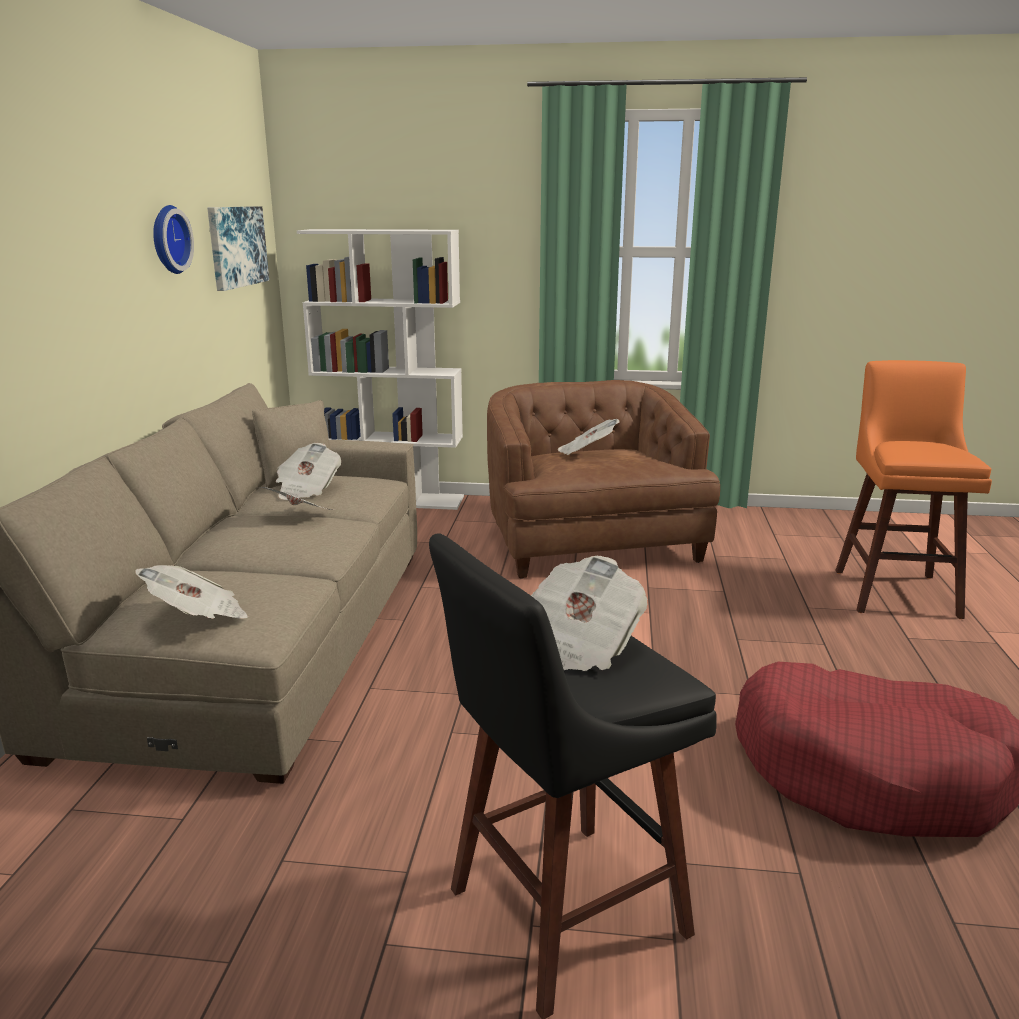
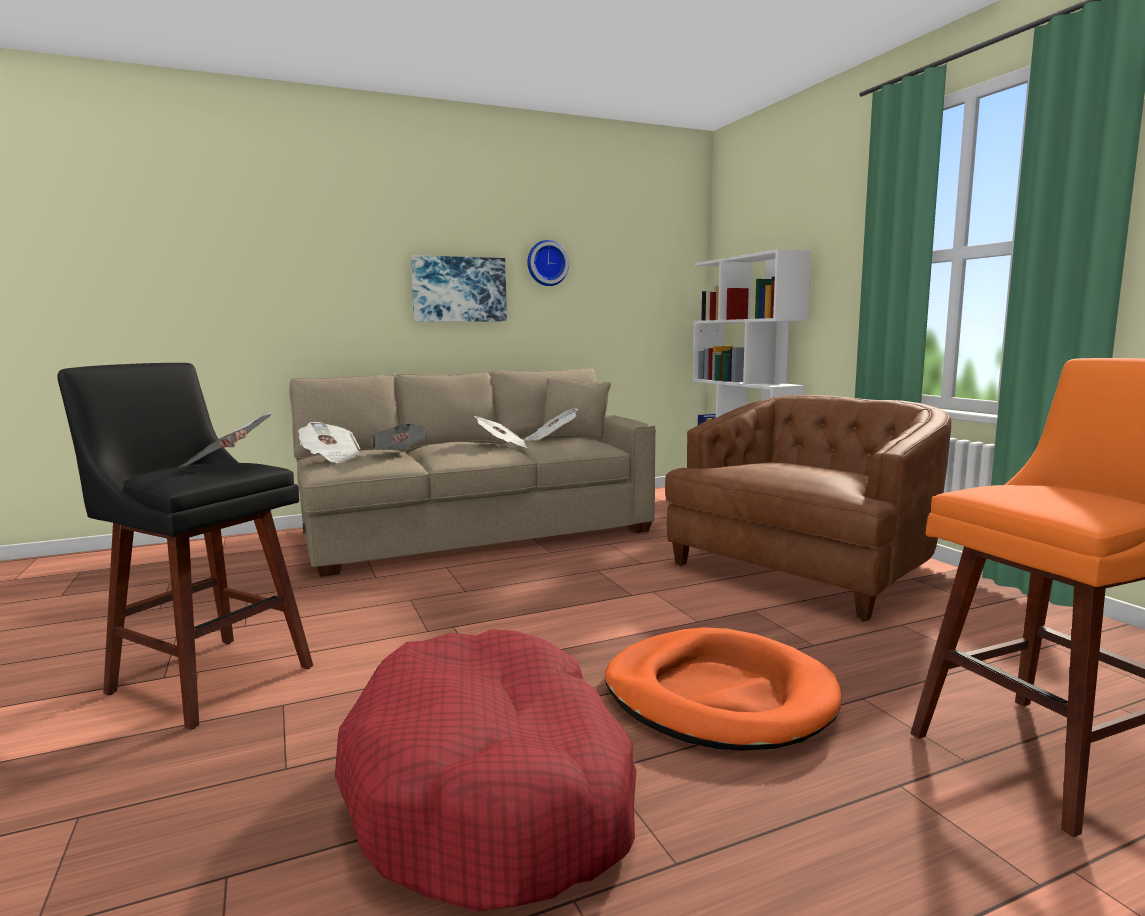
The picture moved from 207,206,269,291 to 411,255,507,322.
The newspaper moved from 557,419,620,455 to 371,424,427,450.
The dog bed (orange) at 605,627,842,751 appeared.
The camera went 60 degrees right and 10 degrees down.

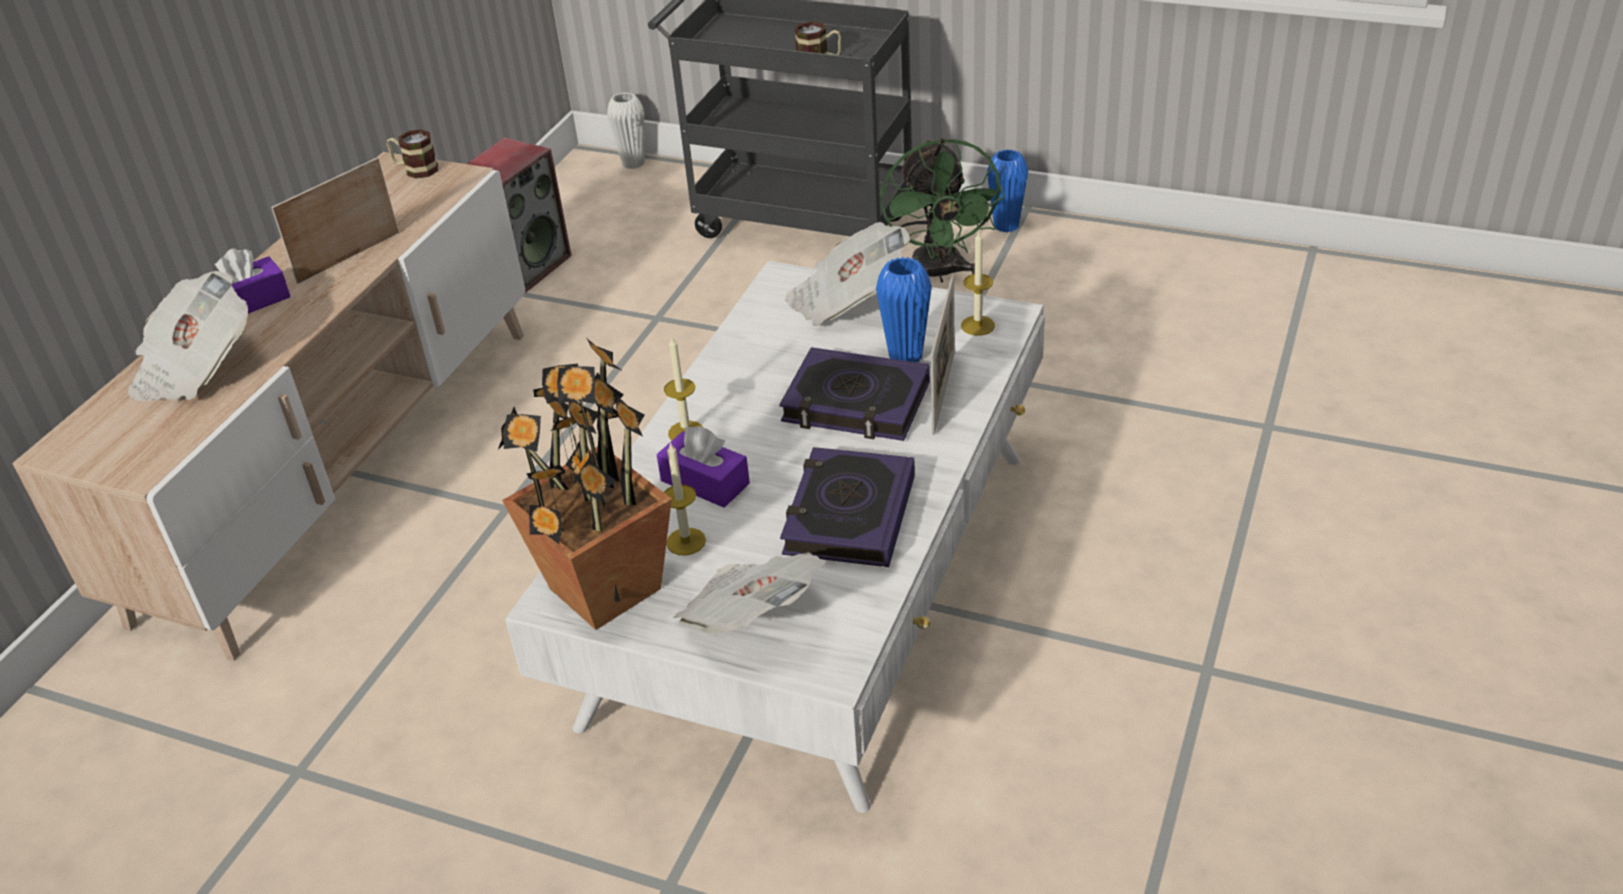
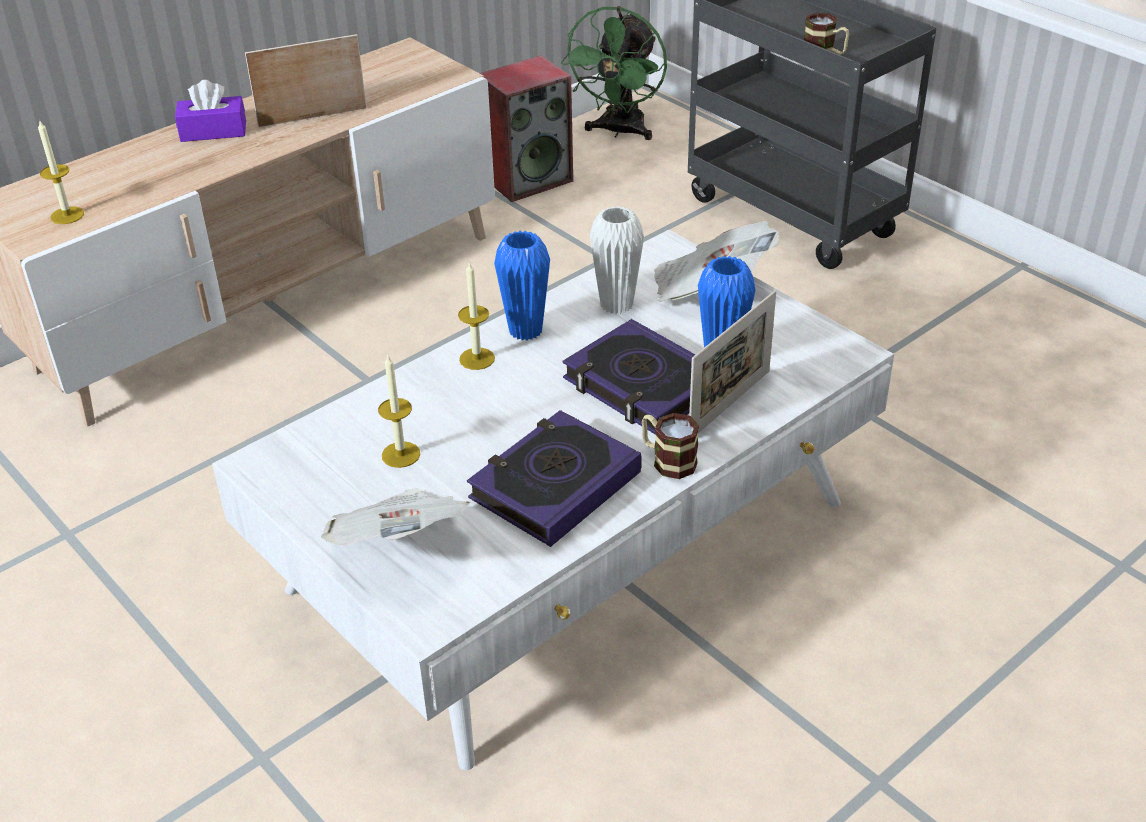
The vase (white) moved from 607,92,645,169 to 590,206,644,314.
The mug moved from 387,129,438,179 to 642,413,699,479.
The fan (green) moved from 880,138,1005,282 to 561,6,667,140.
The vase (blue) moved from 987,149,1028,232 to 494,231,550,340.
The candle moved from 961,230,995,336 to 38,119,84,224.
The newspaper at 128,271,248,401 disappeared.
The potted plant at 498,339,672,630 disappeared.
The tissue box (purple) at 657,426,750,508 disappeared.
The camera went 25 degrees right and 0 degrees up.

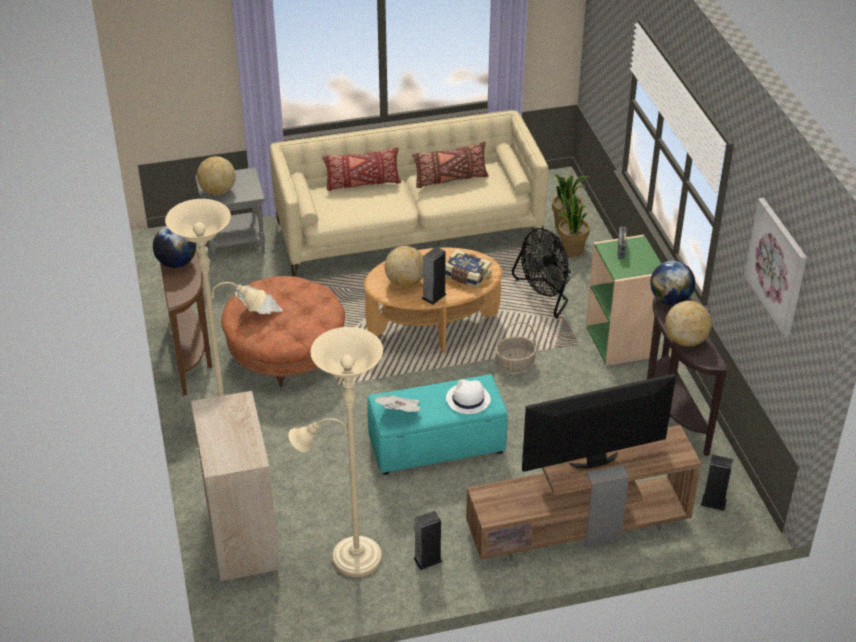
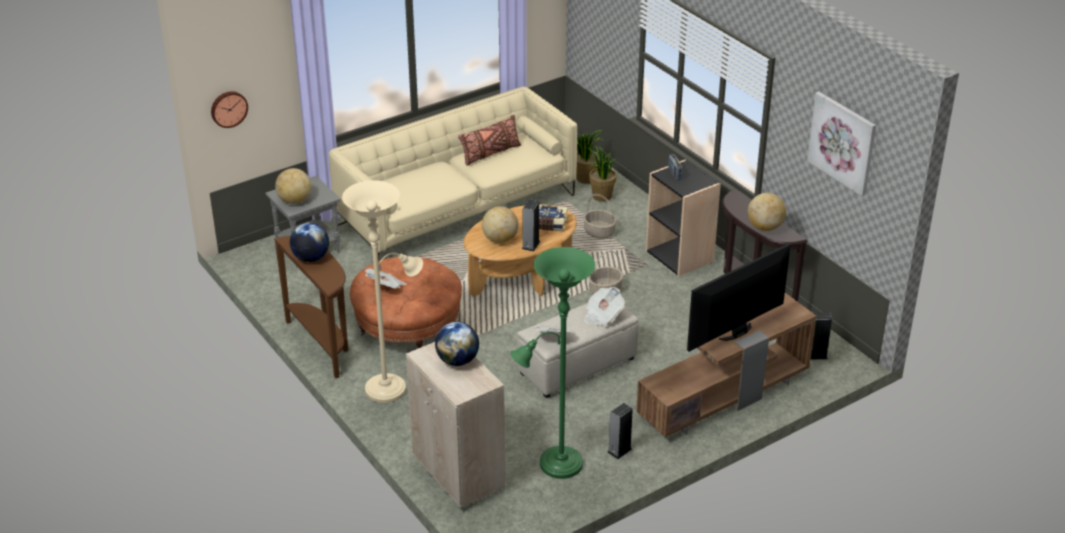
The pillow (red) at 322,147,401,191 disappeared.
The fan (black) at 512,228,571,319 was replaced by the basket at 583,194,617,239.
The bookcase (green) at 586,235,662,366 became the bookcase (black) at 646,159,721,276.
The globe moved from 650,261,695,305 to 435,322,479,366.
The floor lamp (beige) at 288,327,383,577 became the floor lamp (green) at 510,247,595,479.
The ottoman (turquoise) at 367,374,508,475 became the ottoman (beige) at 517,303,638,398.
The hat (white) at 446,379,491,414 was replaced by the newspaper at 584,287,625,327.
The wall clock at 211,91,248,128 appeared.
The camera went 20 degrees left and 5 degrees down.

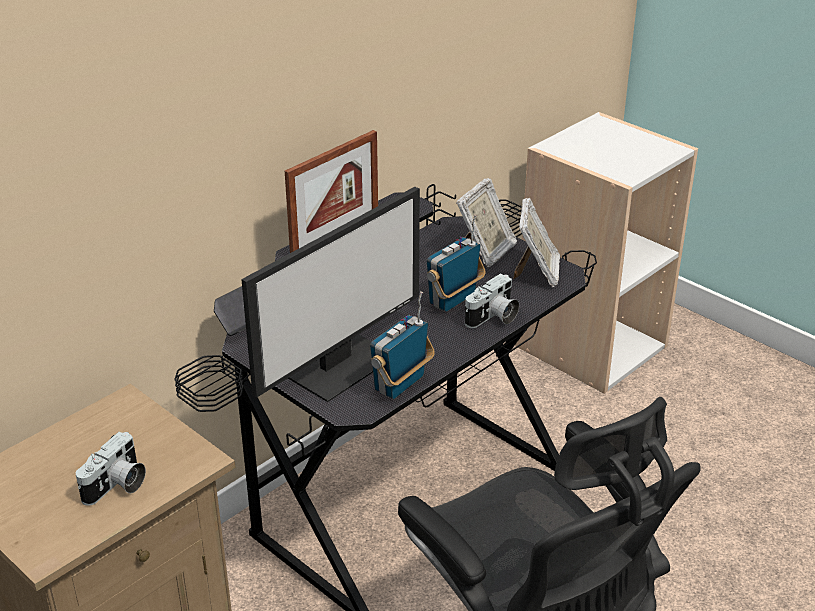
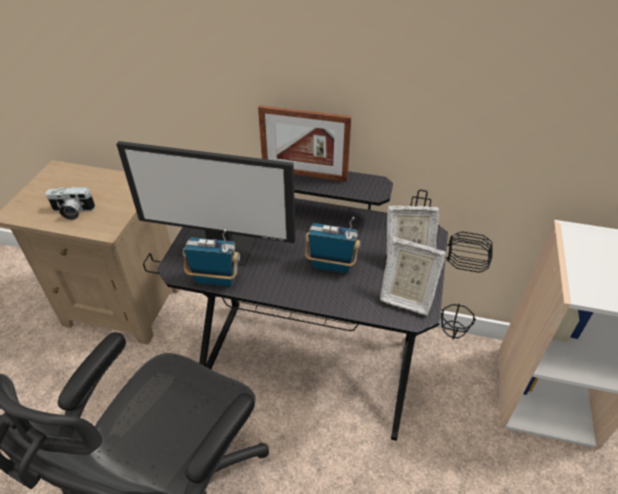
The picture frame at 513,198,560,287 turned 45 degrees clockwise.
The photo camera at 465,274,519,328 disappeared.
The camera went 60 degrees right and 10 degrees up.

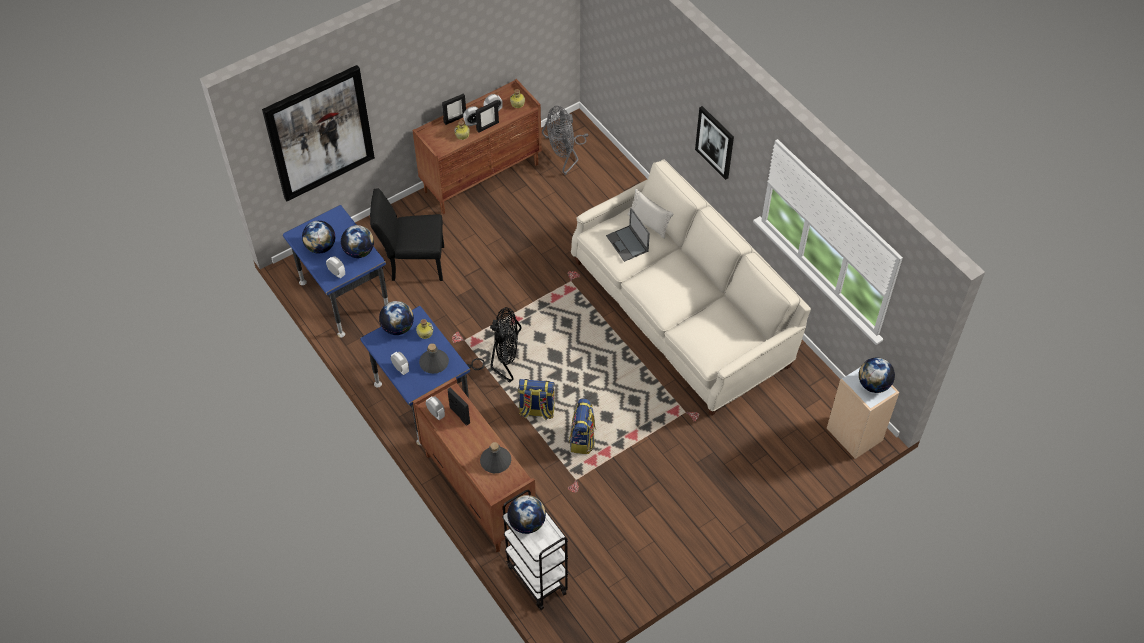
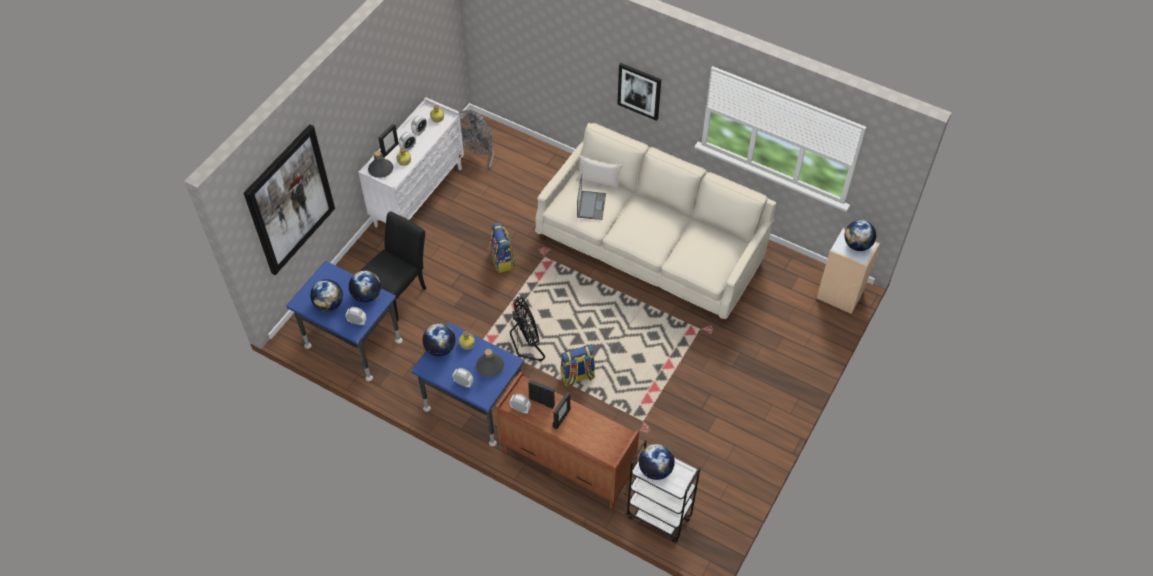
The cabinet (brown) at 412,79,542,214 became the cabinet (white) at 358,97,464,228.
The picture frame moved from 476,101,499,133 to 553,392,570,429.
The chair (black) at 370,189,444,281 turned 150 degrees clockwise.
The laptop at 606,208,650,262 turned 120 degrees counterclockwise.
The backpack moved from 569,398,596,454 to 489,223,516,273.
The bottle (grey) moved from 480,442,511,473 to 368,151,393,178.
The camera went 25 degrees left and 0 degrees up.

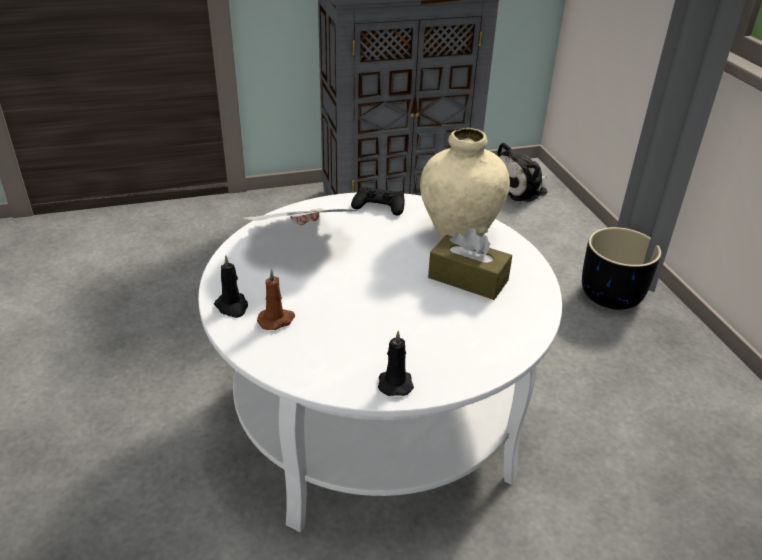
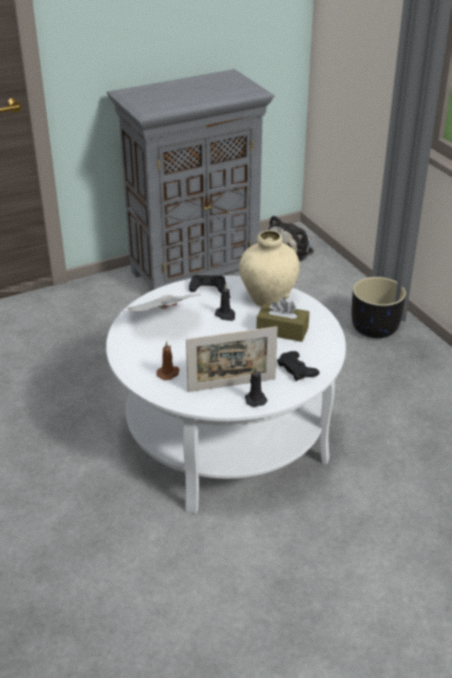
The candle (black) moved from 214,255,248,318 to 215,283,235,321.
The picture frame at 186,326,278,392 appeared.
The game controller (black) at 277,351,320,381 appeared.
The camera went 10 degrees left and 0 degrees up.

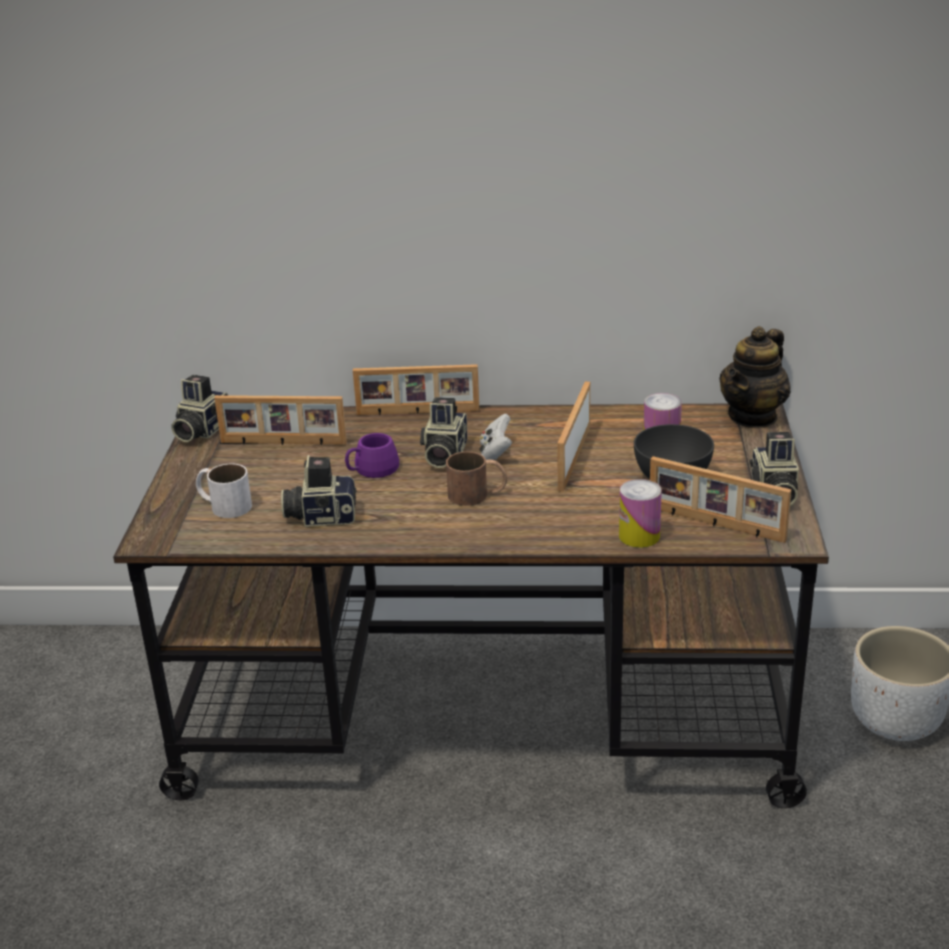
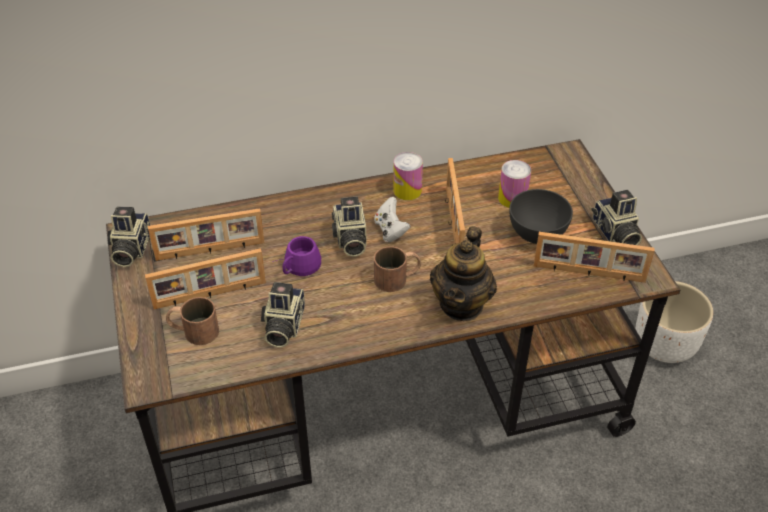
The teapot moved from 719,326,791,429 to 430,226,497,321.
The picture frame moved from 353,364,479,415 to 145,248,266,309.
The photo camera at 281,455,357,527 turned 60 degrees counterclockwise.
The mug (white) at 196,463,252,518 became the mug (brown) at 166,297,219,345.
The can moved from 619,479,662,548 to 393,152,423,200.
The camera went 20 degrees left and 15 degrees up.

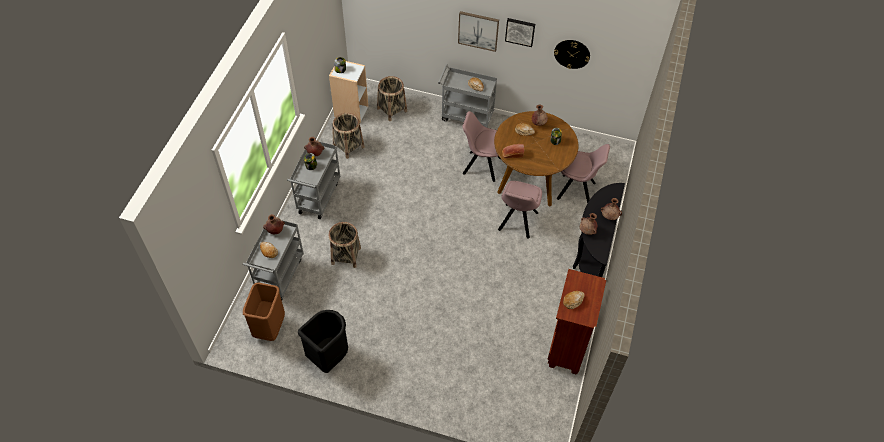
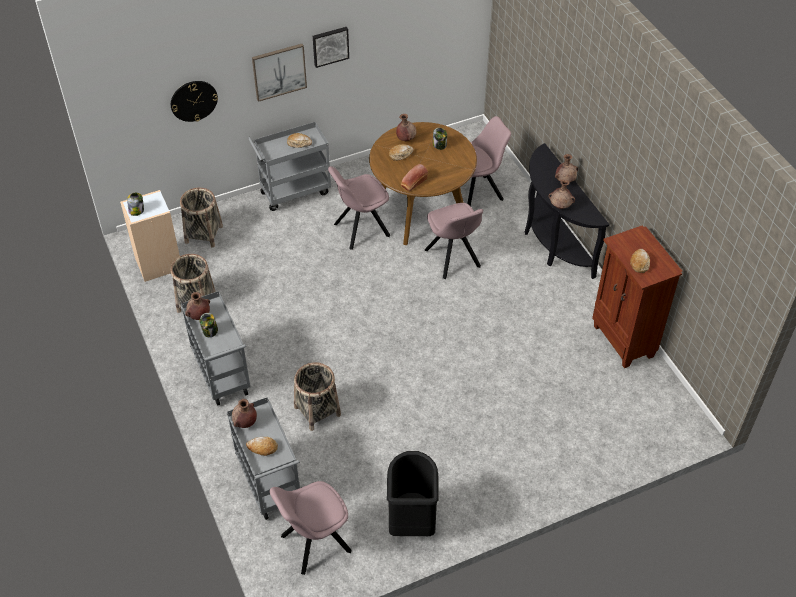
The wall clock moved from 554,40,590,69 to 171,81,218,122.
The trash can (brown) at 243,282,285,341 was replaced by the chair (pink) at 270,481,352,575.
The camera went 40 degrees left and 5 degrees down.

